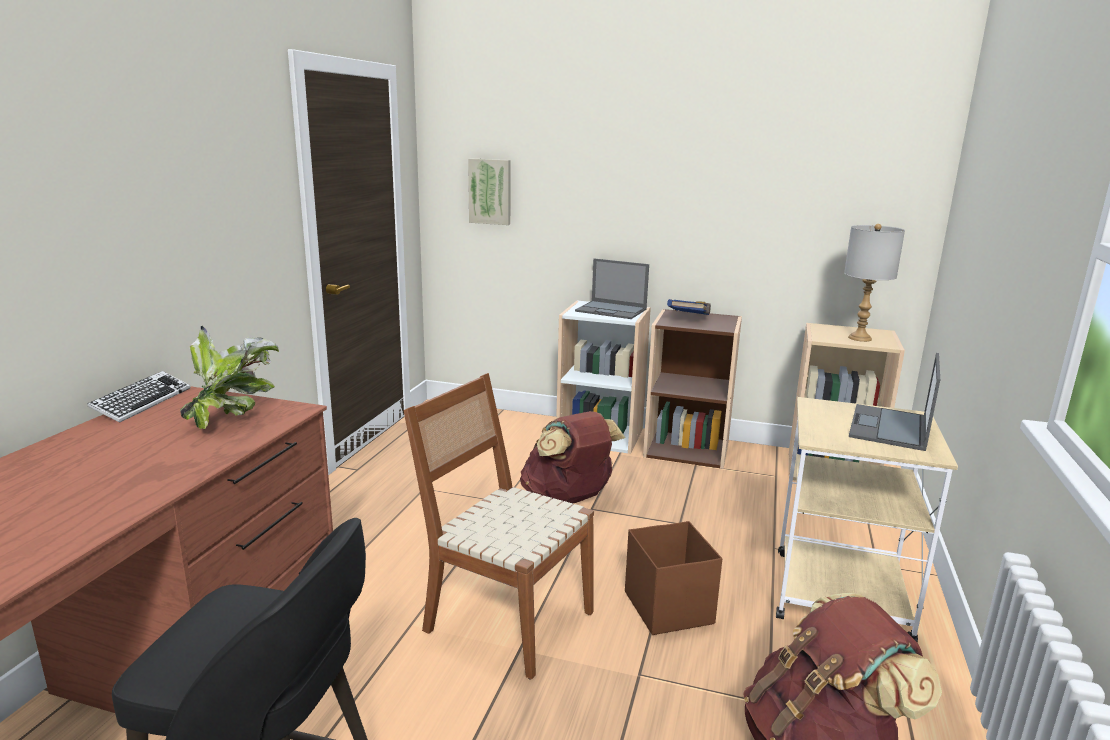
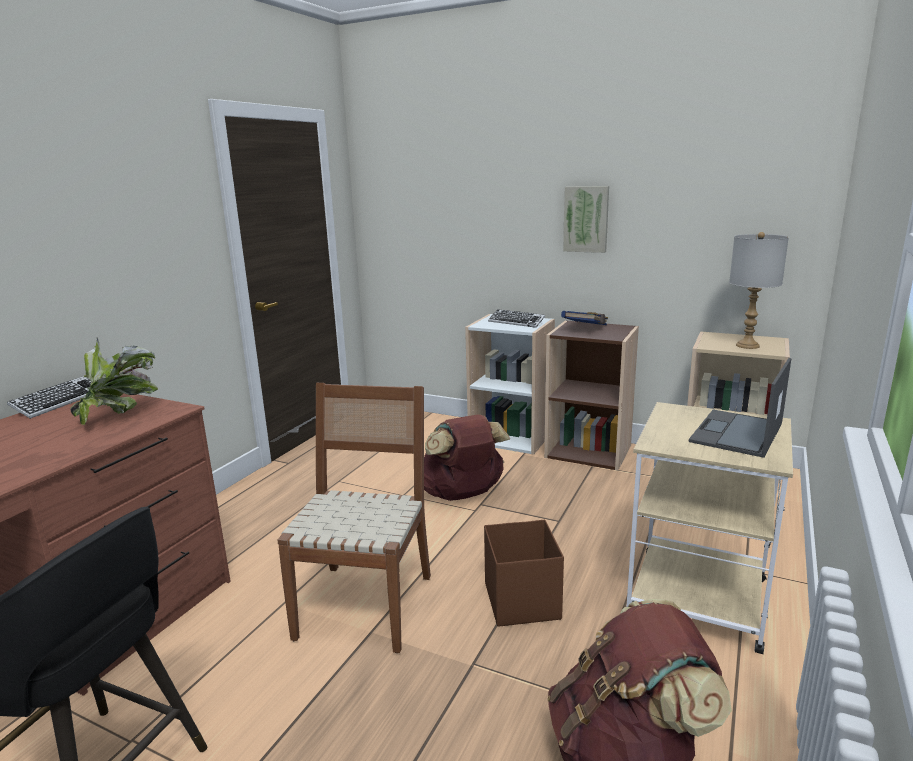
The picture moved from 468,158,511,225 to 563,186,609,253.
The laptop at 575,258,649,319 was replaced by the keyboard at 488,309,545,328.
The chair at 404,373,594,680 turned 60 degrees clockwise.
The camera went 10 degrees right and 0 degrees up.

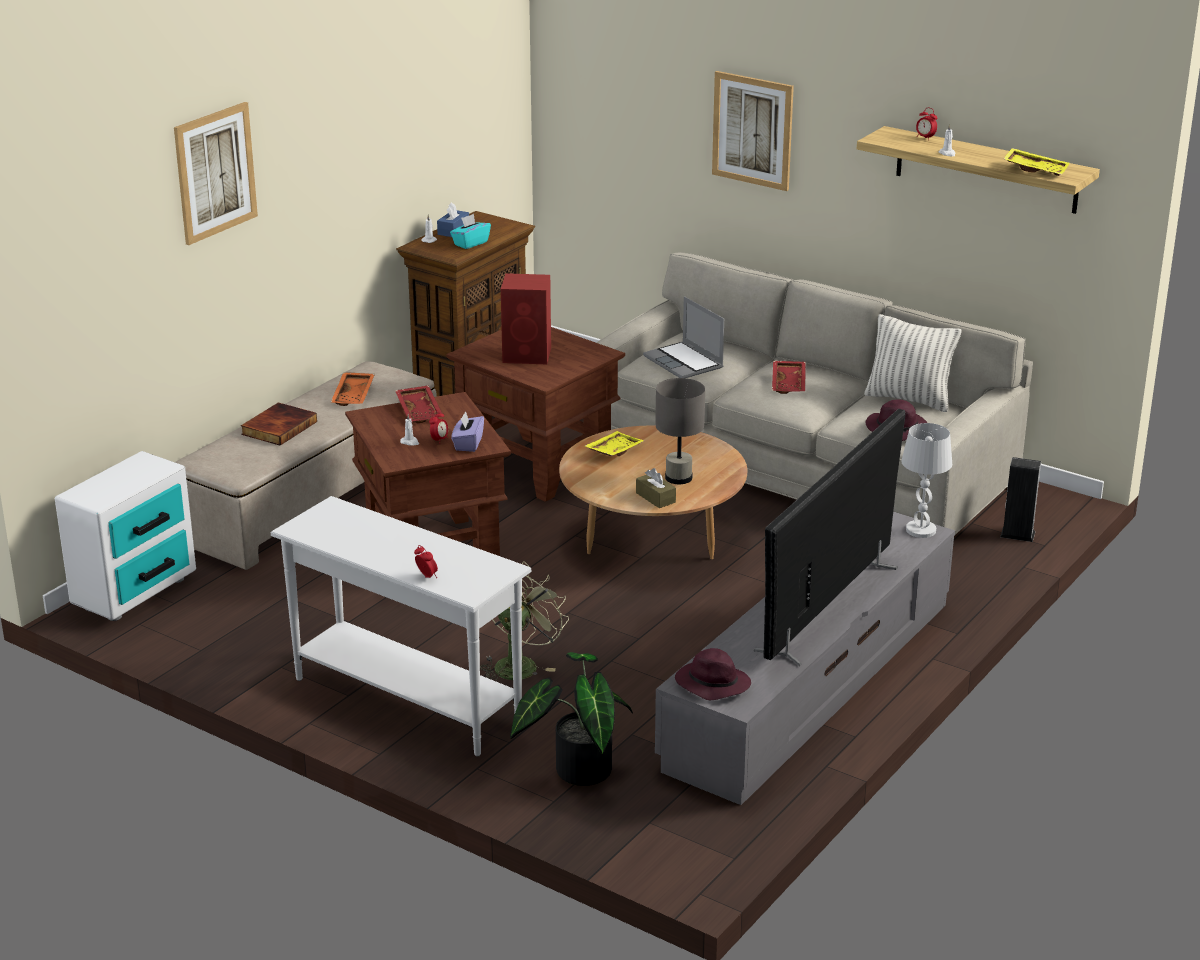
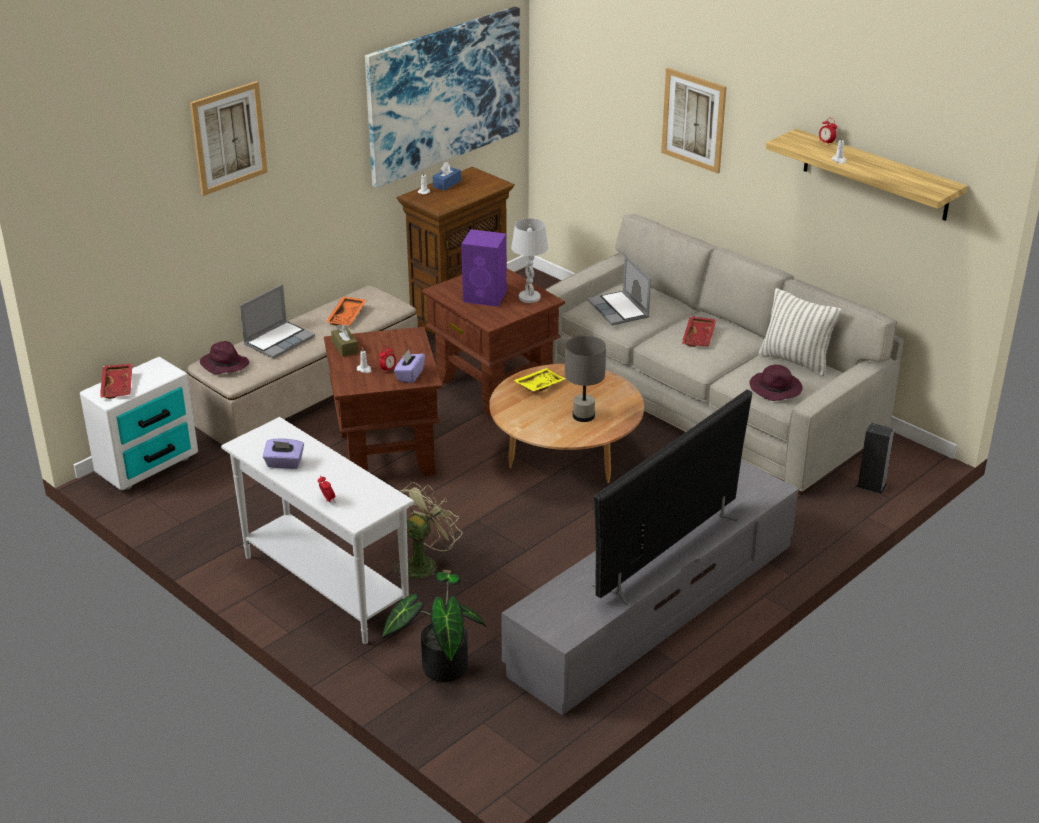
The tray (yellow) at 1004,148,1070,176 disappeared.
The tissue box (turquoise) at 450,214,491,249 disappeared.
The speaker (red) at 501,273,551,364 became the speaker (purple) at 461,229,507,307.
The tray (red) moved from 395,385,442,423 to 100,364,132,399.
The book at 241,402,317,446 was replaced by the laptop at 240,284,315,359.
The table lamp (white) moved from 901,423,952,538 to 511,218,548,303.
The tissue box (brown) moved from 636,468,676,508 to 331,324,358,357.
The hat (purple) moved from 675,648,751,700 to 200,341,249,374.
The picture at 365,7,520,188 appeared.
The tissue box (purple) at 263,439,304,469 appeared.
The camera went 10 degrees right and 5 degrees up.

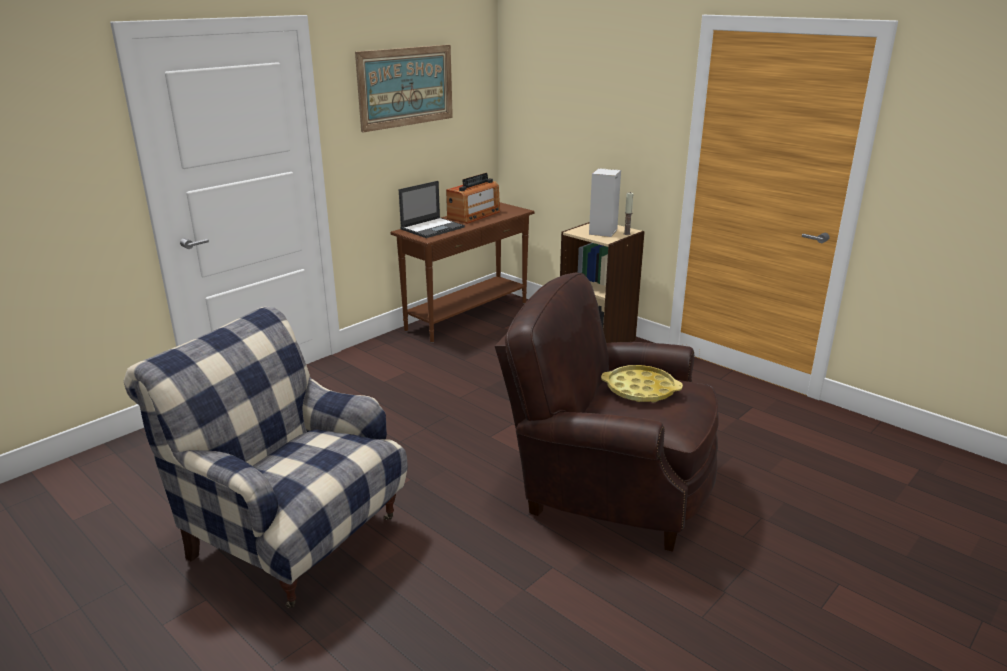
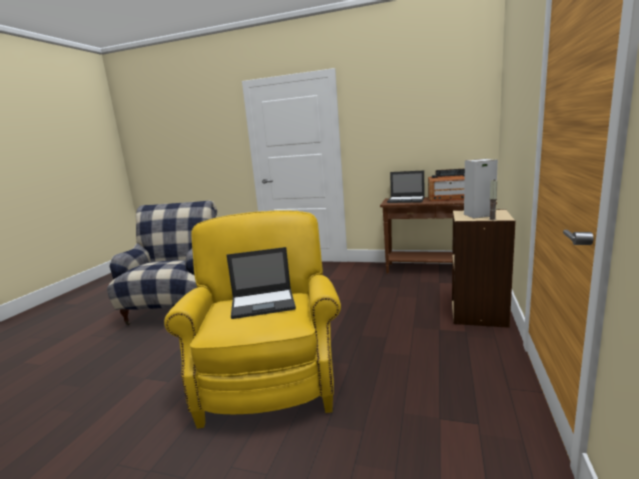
The picture at 355,45,453,133 disappeared.
The armchair (brown) at 495,272,719,552 became the armchair (yellow) at 164,210,341,429.
The tray (yellow) at 601,365,683,402 was replaced by the laptop at 226,247,296,319.
The camera went 65 degrees right and 10 degrees down.

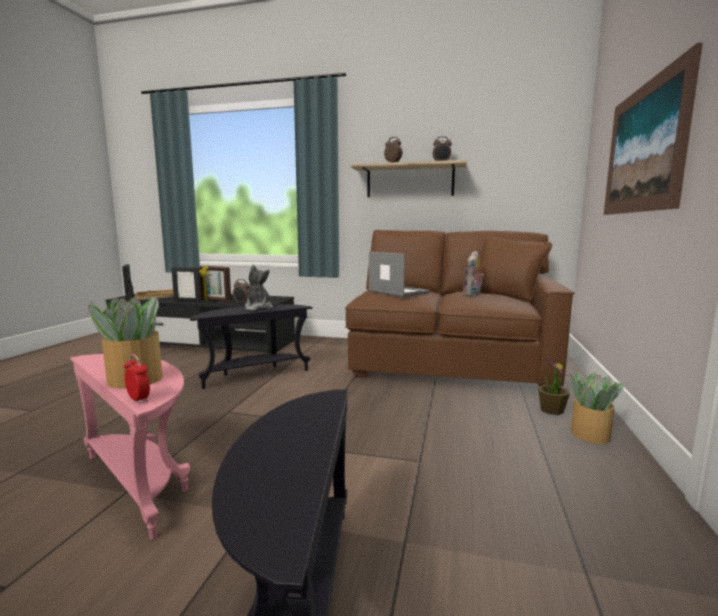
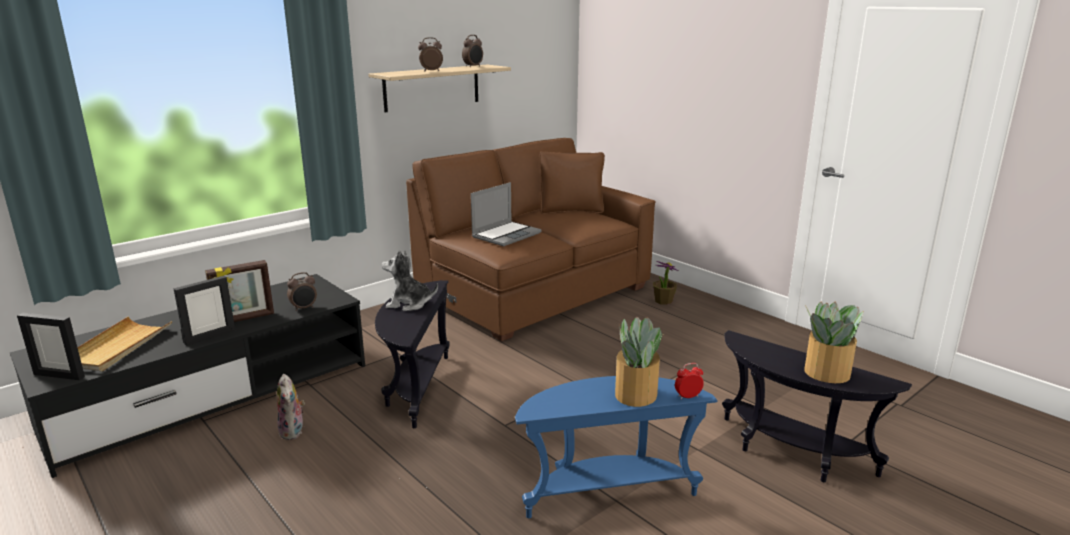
The picture at 604,42,703,215 disappeared.
The plush toy moved from 463,251,484,296 to 277,374,305,440.
The laptop at 368,252,430,297 turned 135 degrees clockwise.
The side table (pink) at 70,354,190,540 became the side table (blue) at 515,376,718,518.
The potted plant moved from 570,371,624,444 to 804,302,864,383.
The camera went 55 degrees left and 10 degrees up.

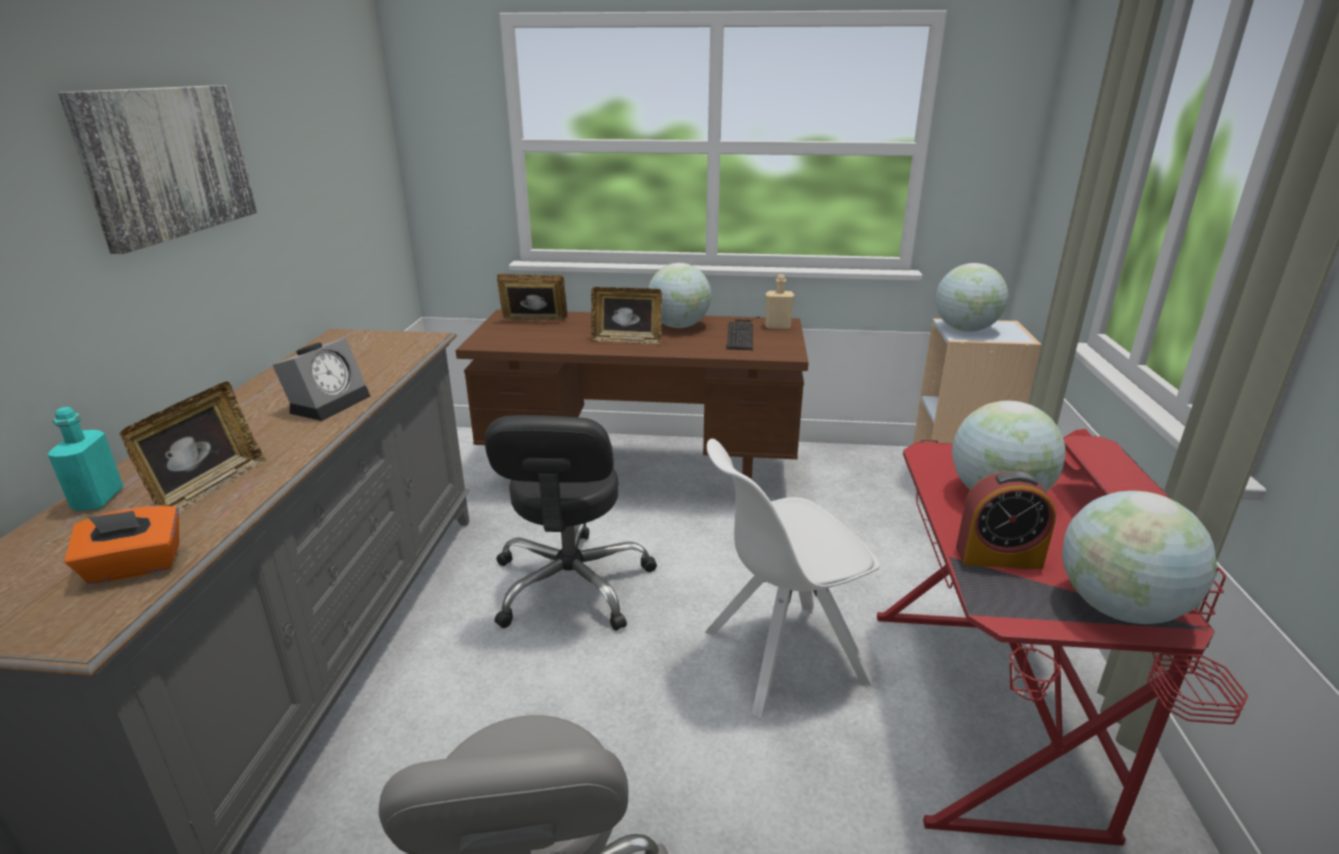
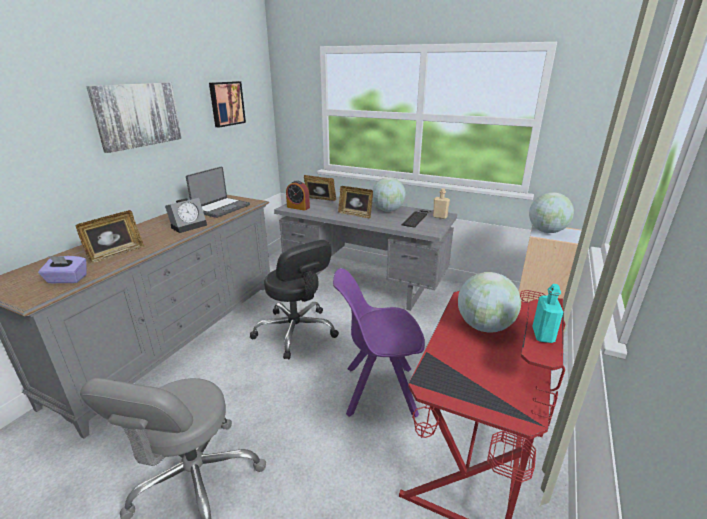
The desk (brown) at 456,310,809,479 became the desk (grey) at 274,197,457,311.
The bottle (turquoise) moved from 47,407,123,511 to 532,284,563,343.
The office chair (black) at 485,415,657,631 turned 60 degrees counterclockwise.
The chair (white) at 704,439,880,718 became the chair (purple) at 333,268,425,417.
The alarm clock moved from 956,471,1056,569 to 286,180,310,211.
The globe at 1062,491,1217,624 disappeared.
The tissue box (orange) at 64,505,179,585 became the tissue box (purple) at 38,256,87,283.
The picture at 209,81,246,128 appeared.
The laptop at 186,167,250,218 appeared.
The camera went 20 degrees right and 0 degrees up.

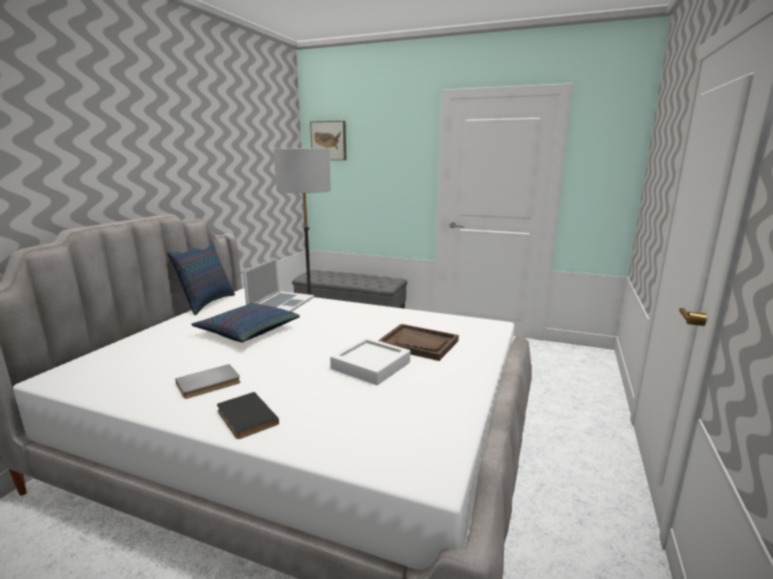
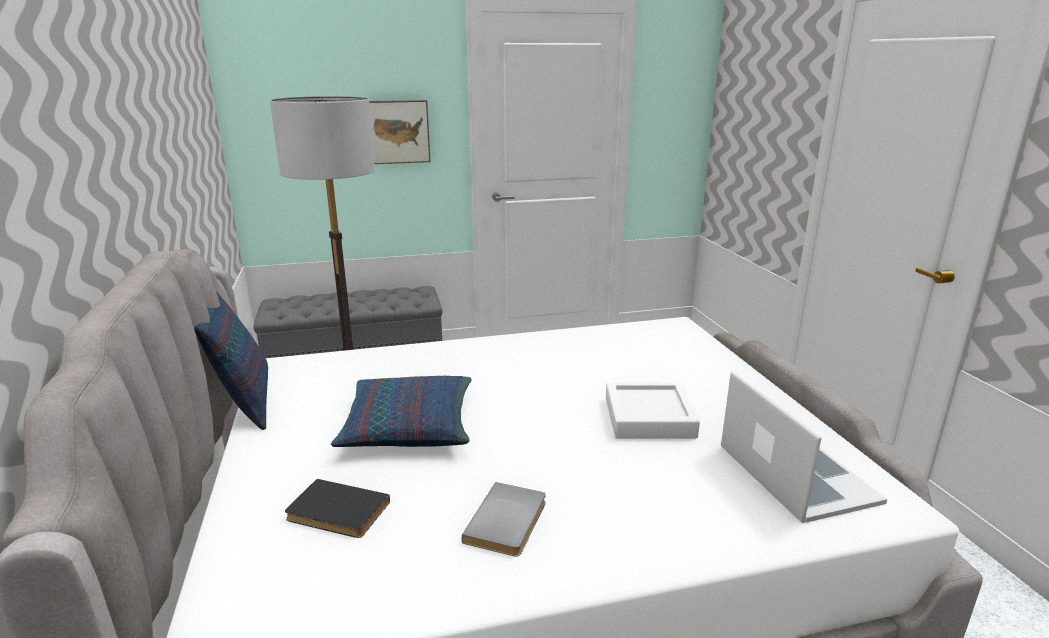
The picture moved from 310,121,347,160 to 369,100,431,164.
The laptop moved from 243,257,314,312 to 721,371,887,523.
The tray (brown) at 378,324,459,361 disappeared.
The book (black) moved from 217,392,279,439 to 285,479,390,538.
The camera went 35 degrees left and 5 degrees up.

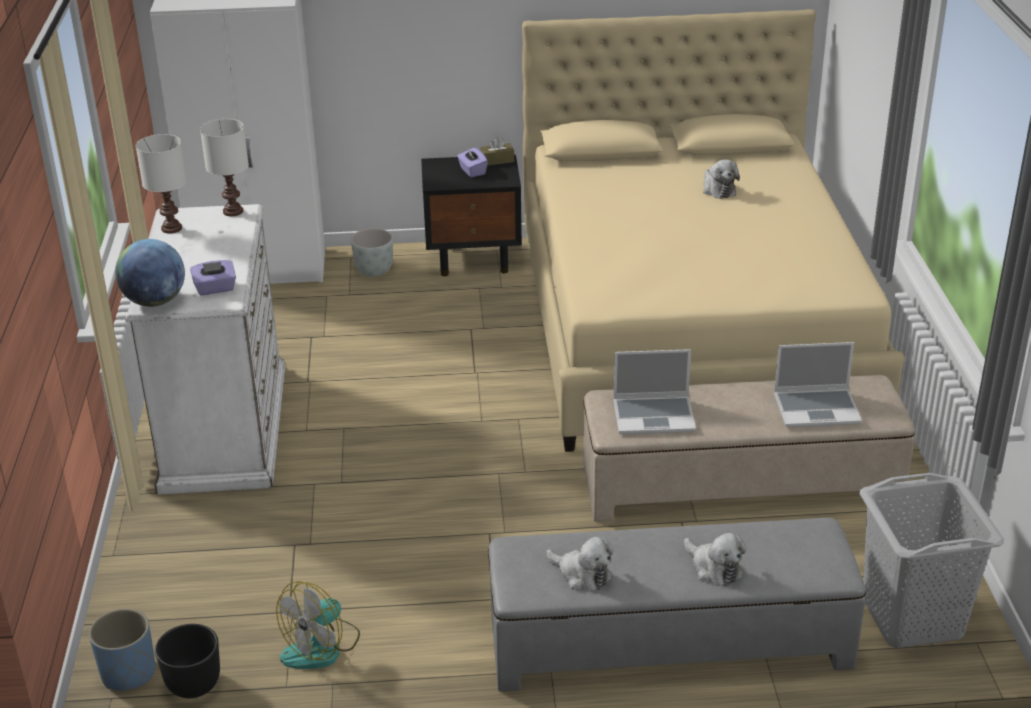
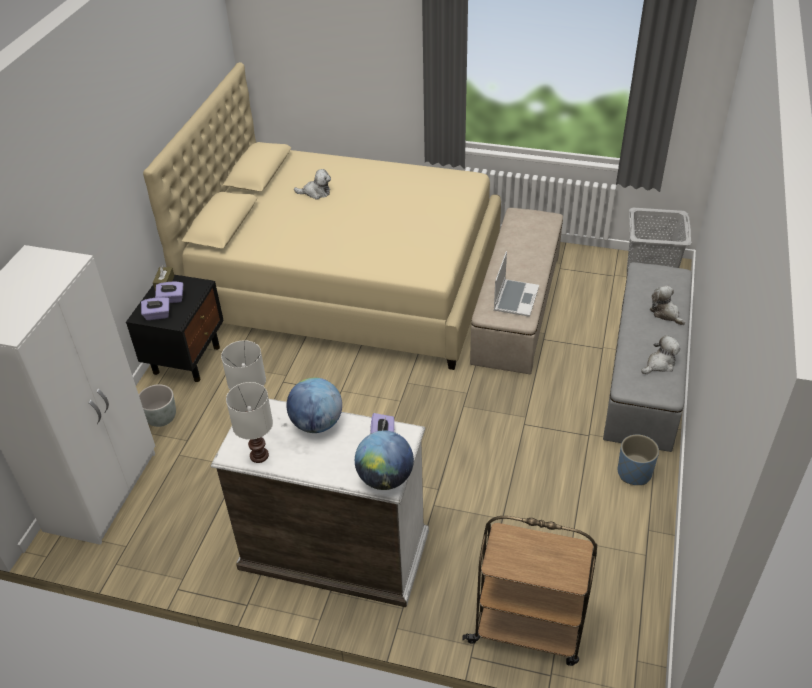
The laptop at 774,342,862,427 disappeared.
The plush toy at 684,533,746,586 turned 105 degrees counterclockwise.
The fan at 276,581,360,669 disappeared.
The planter (blue) moved from 89,609,156,690 to 618,434,659,485.
The planter (black) at 155,624,220,698 disappeared.
The tissue box (purple) at 141,297,169,320 appeared.
The globe at 286,378,342,433 appeared.
The cart (brown) at 462,516,597,666 appeared.
The camera went 70 degrees left and 10 degrees up.

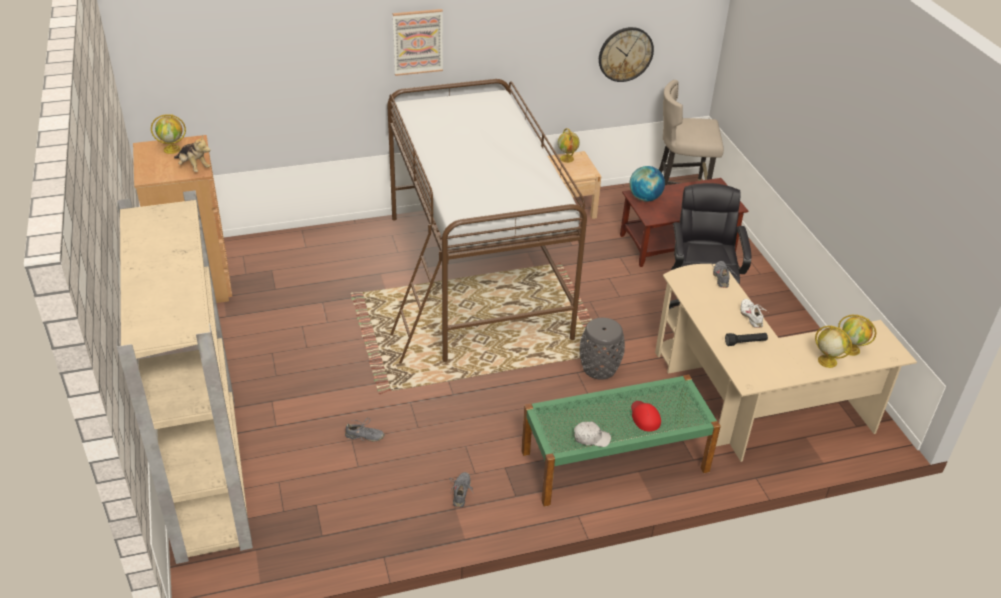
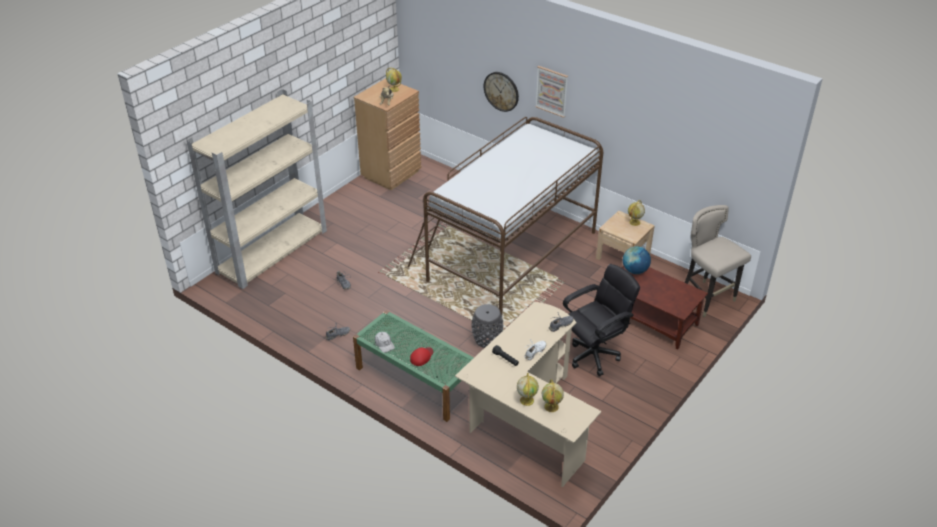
The wall clock moved from 599,27,654,82 to 484,72,519,112.
The camera went 55 degrees right and 0 degrees up.

